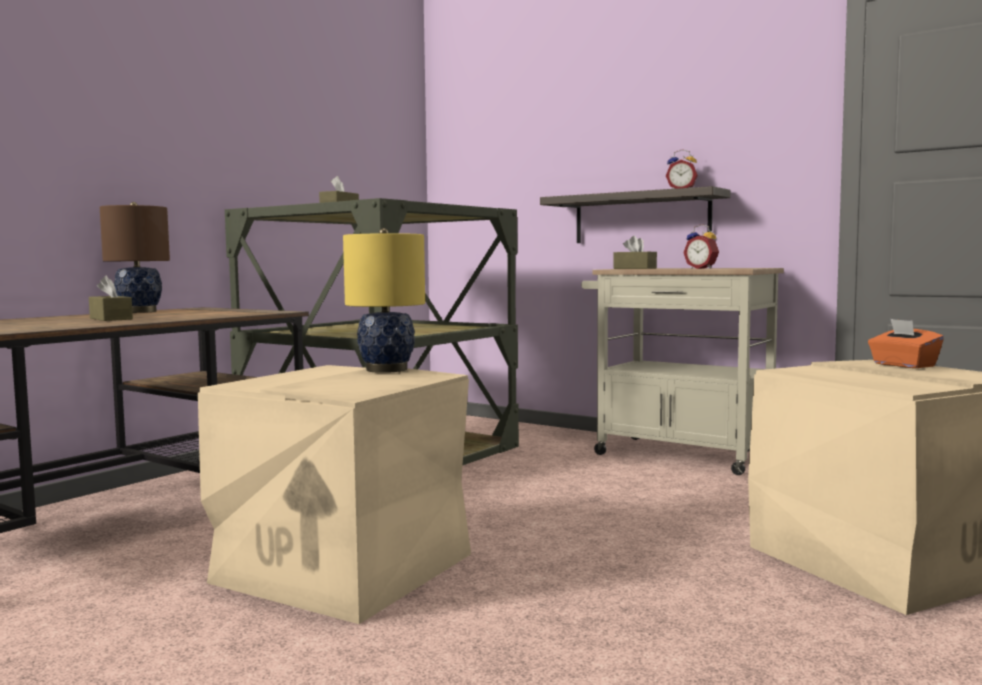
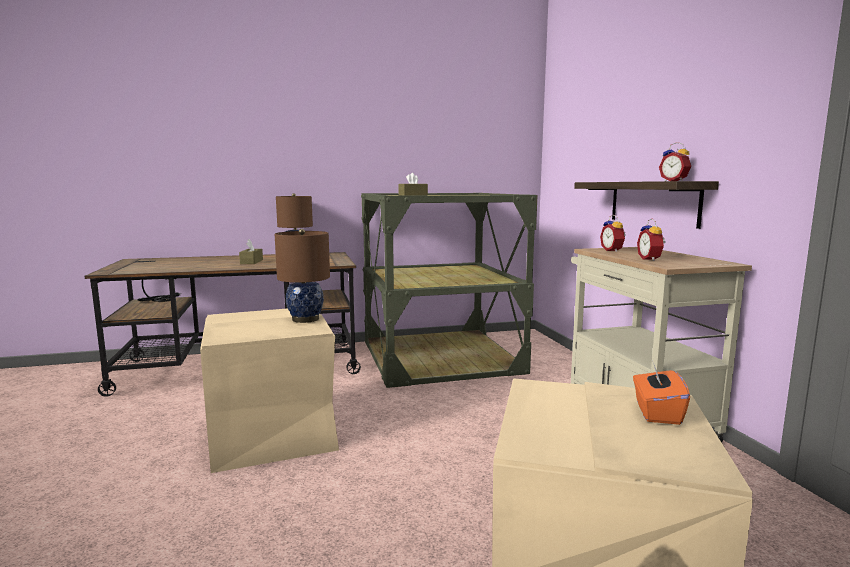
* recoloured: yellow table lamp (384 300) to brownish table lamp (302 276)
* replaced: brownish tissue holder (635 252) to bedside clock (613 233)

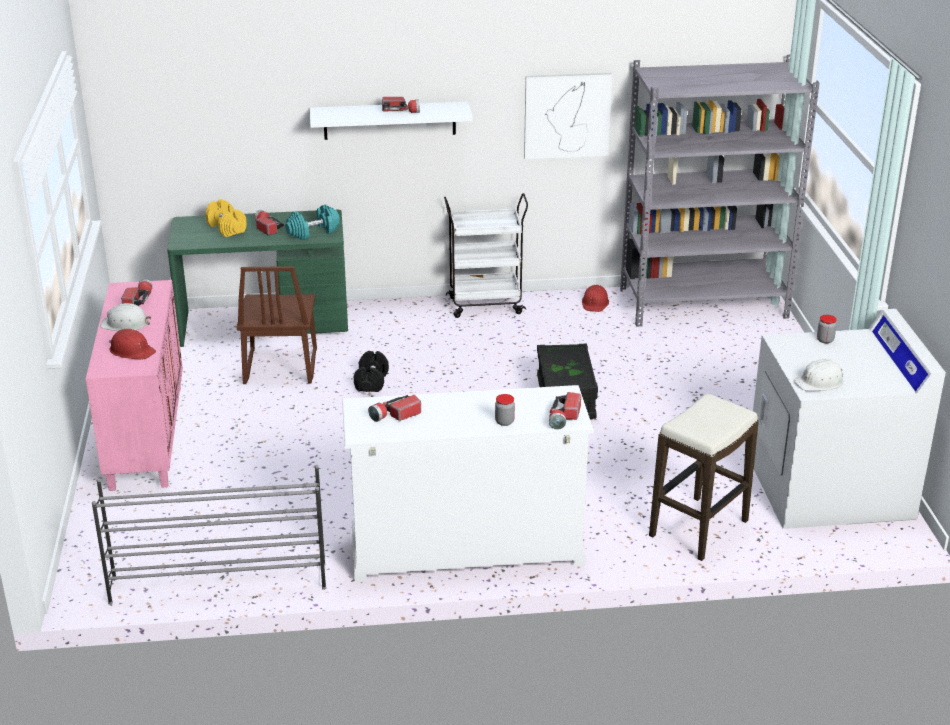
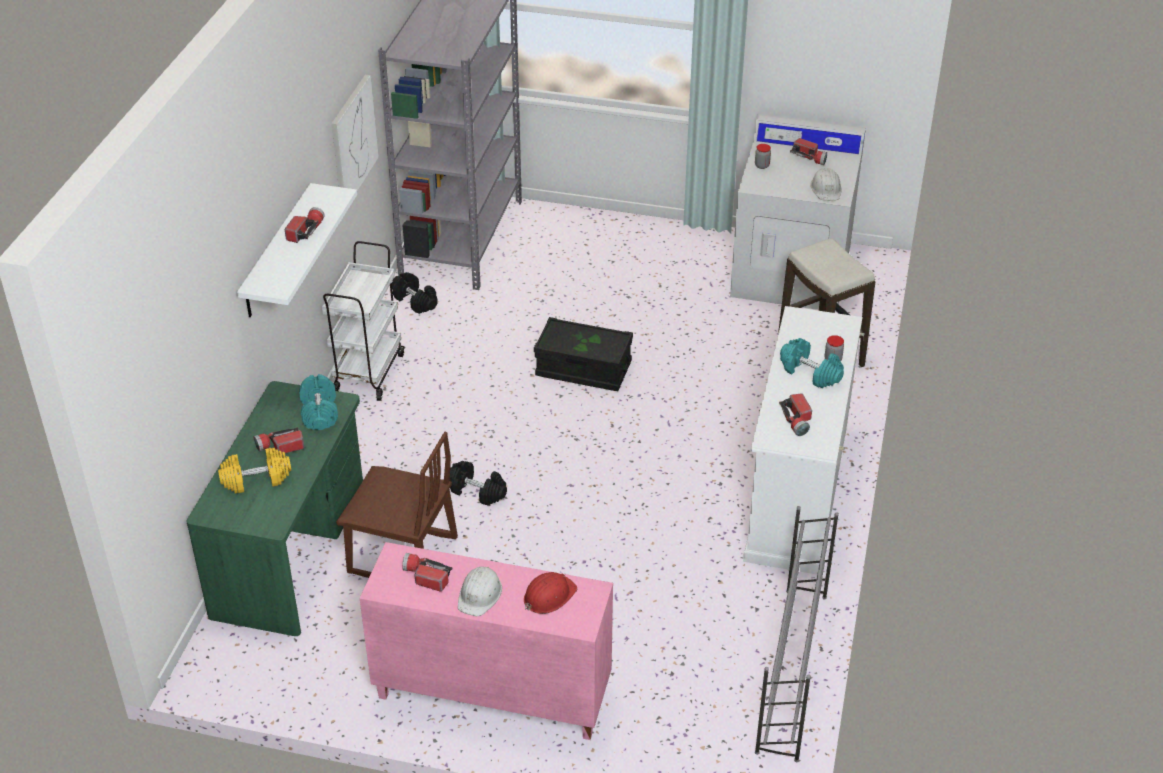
* replaced: red work helmet (595 298) to black free weight (415 293)
* moved: hand torch (565 411) to (808 151)
* added: turquoise free weight (812 363)

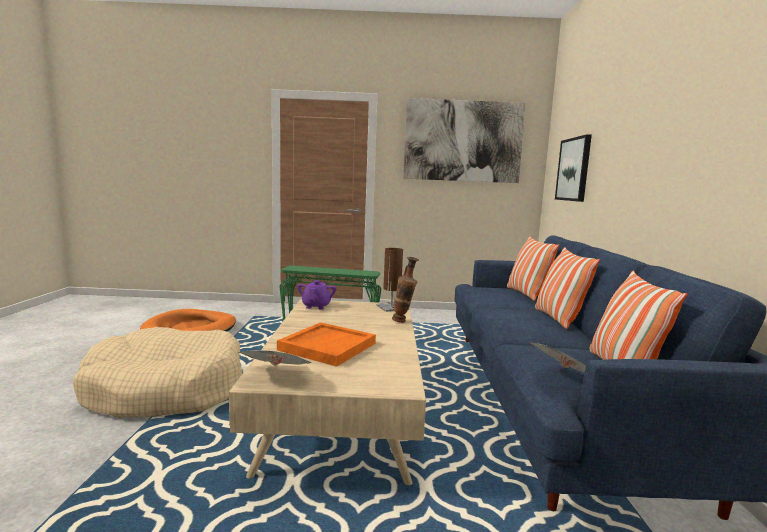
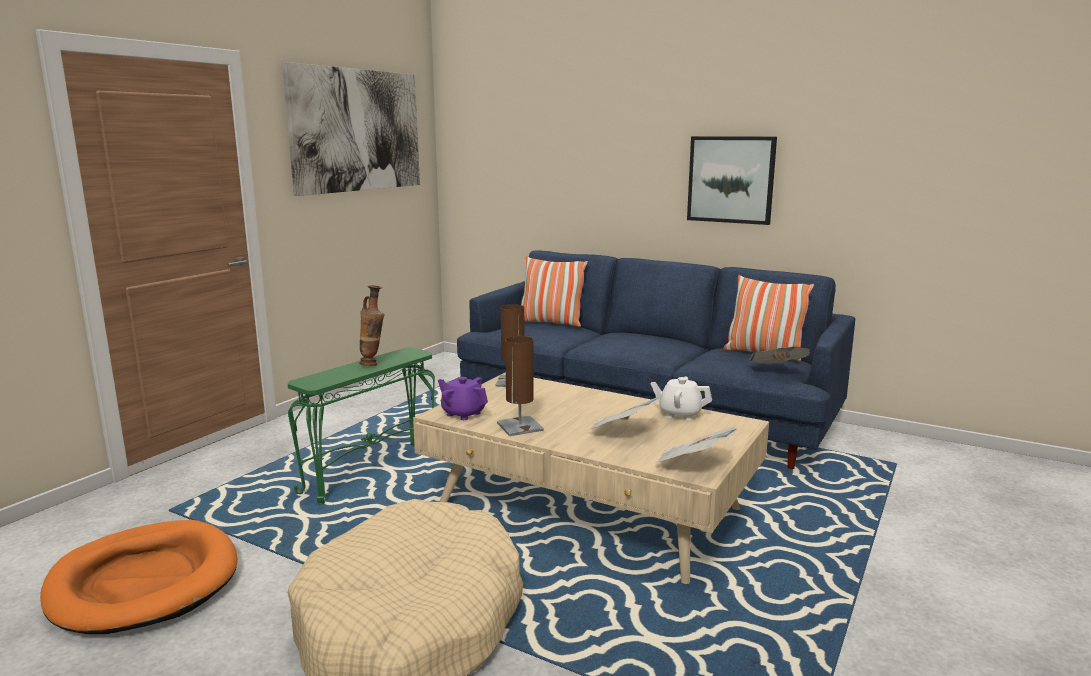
* moved: wall picture (573 168) to (732 180)
* removed: throw pillow (567 288)
* moved: decorative vase (405 290) to (372 325)
* replaced: orangey carrying tray (326 344) to newspaper (624 413)
* added: brownish table lamp (520 386)
* added: whitish pot for tea (681 398)

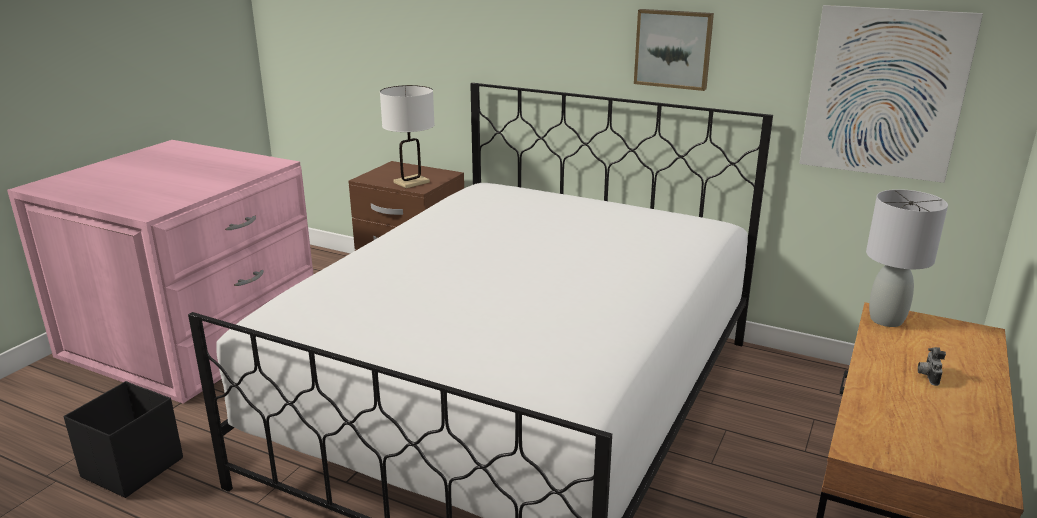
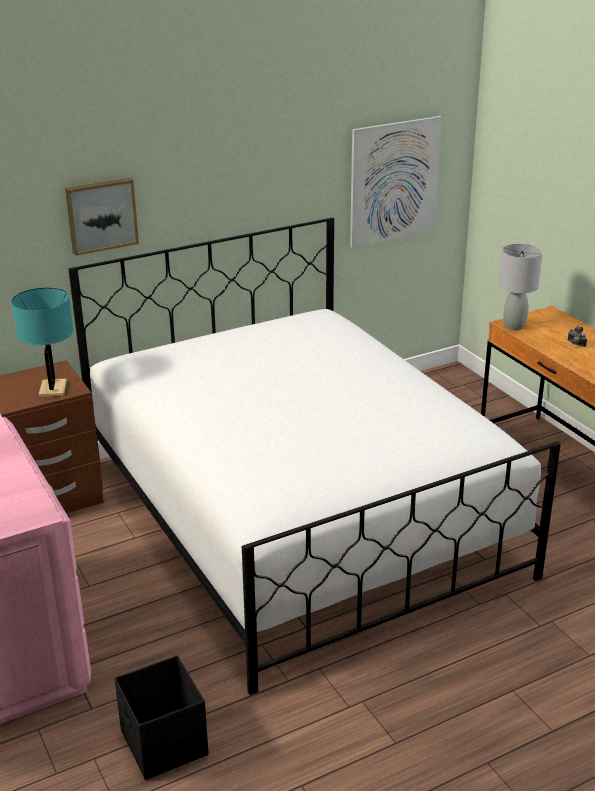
* moved: wall picture (674 50) to (102 217)
* recoloured: whitish table lamp (407 136) to turquoise table lamp (42 342)

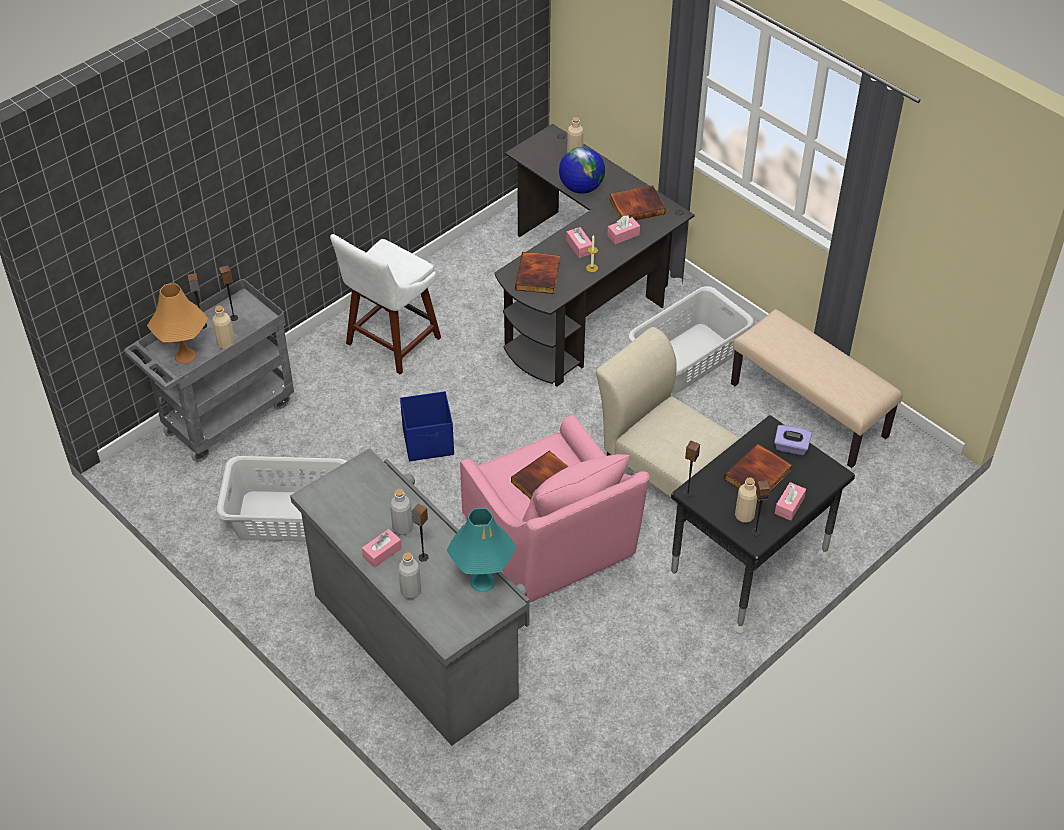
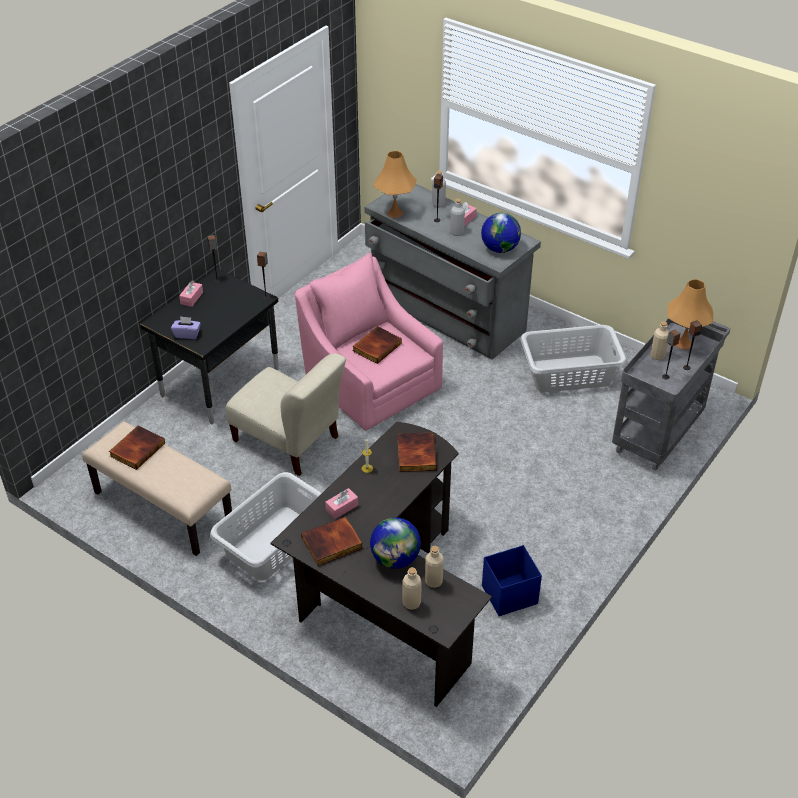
* removed: pink-coloured tissue holder (579 242)
* removed: whitish upright chair (385 304)
* moved: blue-coloured storage container (427 426) to (512 580)
* moved: book (758 472) to (137 448)
* moved: beige-coloured beverage bottle (746 500) to (434 567)
* recoloured: turquoise table lamp (481 550) to orangey table lamp (395 184)
* added: globe (501 233)

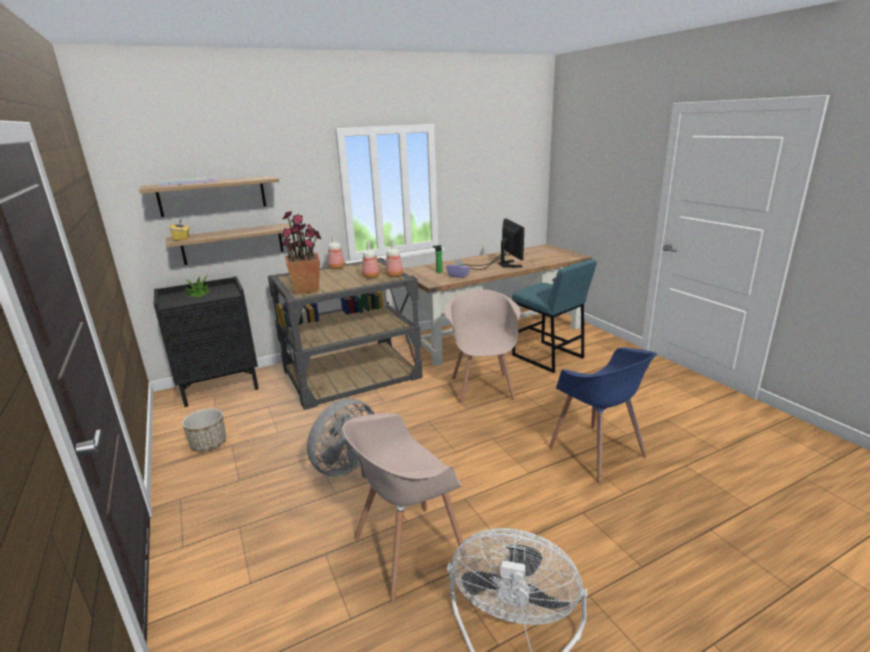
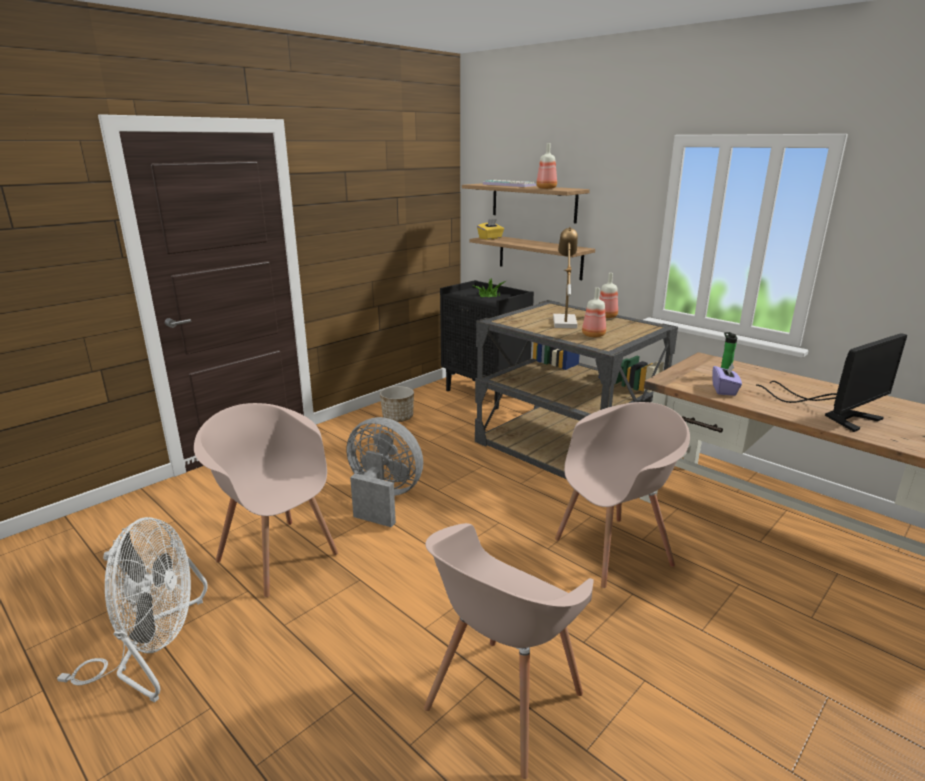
* removed: houseplant (301 252)
* moved: beverage bottle (394 258) to (546 166)
* removed: blue-coloured stool seat (554 316)
* recoloured: blue-coloured upright chair (603 415) to beige-coloured upright chair (509 651)
* added: table lamp (565 278)

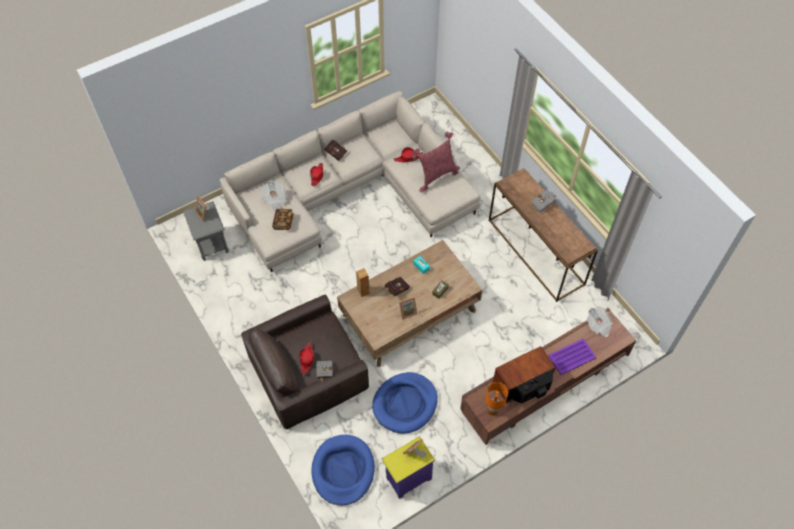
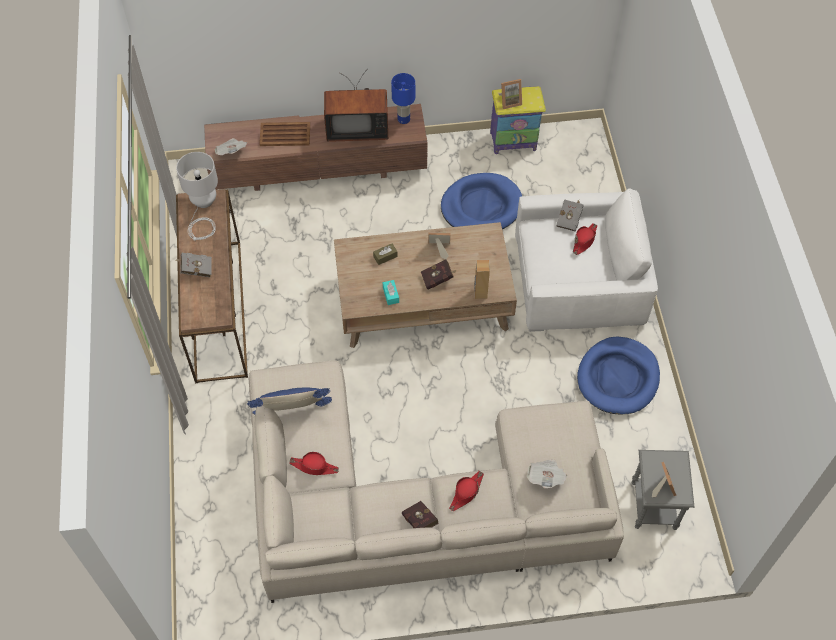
* recoloured: red throw pillow (436 162) to blue-coloured throw pillow (289 401)
* removed: book (283 219)
* recoloured: brownish armchair (305 361) to whitish armchair (586 260)
* recoloured: purplish carrying tray (572 356) to brownish carrying tray (284 134)
* recoloured: orangey table lamp (496 399) to blue-coloured table lamp (403 98)
* moved: blue-coloured dog cushion (343 470) to (618 375)
* added: gray table lamp (197 196)

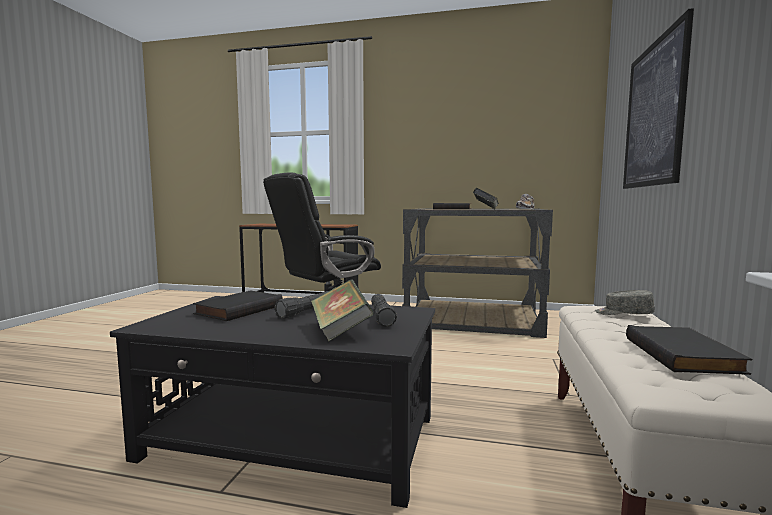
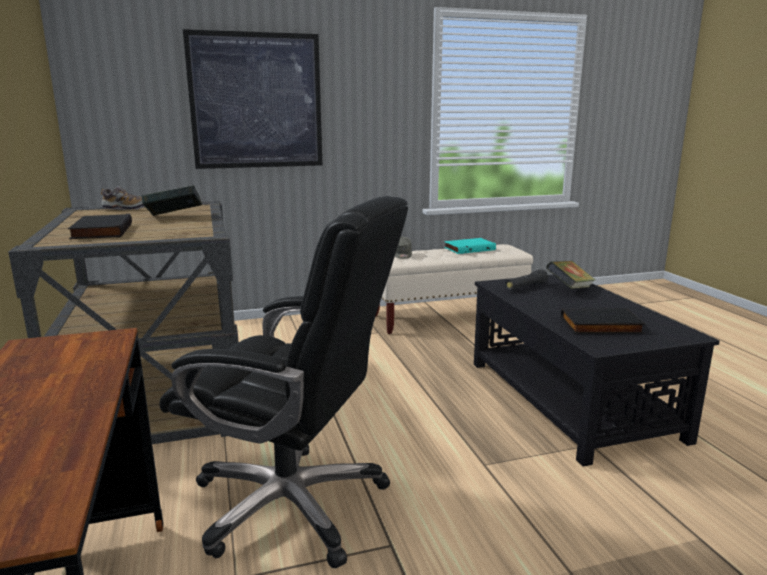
* removed: black hand torch (301 305)
* recoloured: black book (689 350) to turquoise book (470 246)

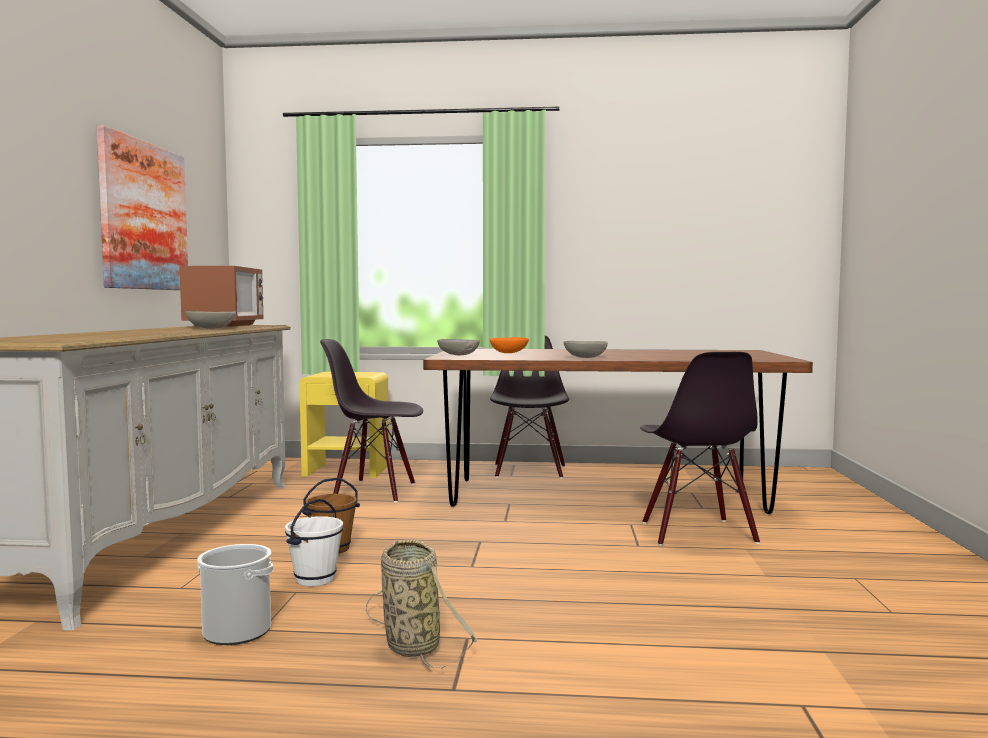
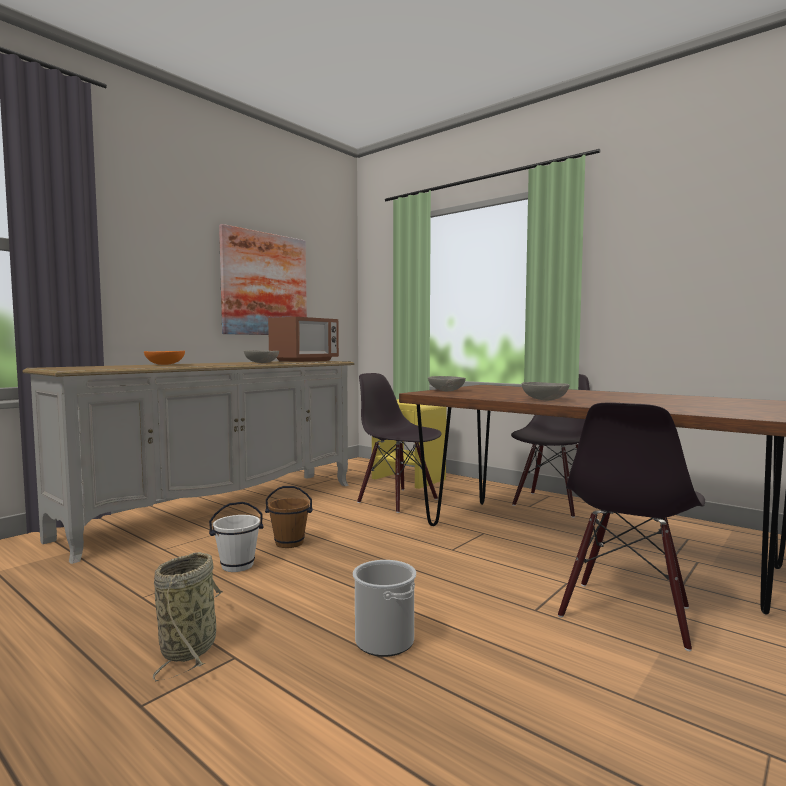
* moved: orangey serving bowl (509 345) to (164 358)
* moved: bucket (235 594) to (384 608)

